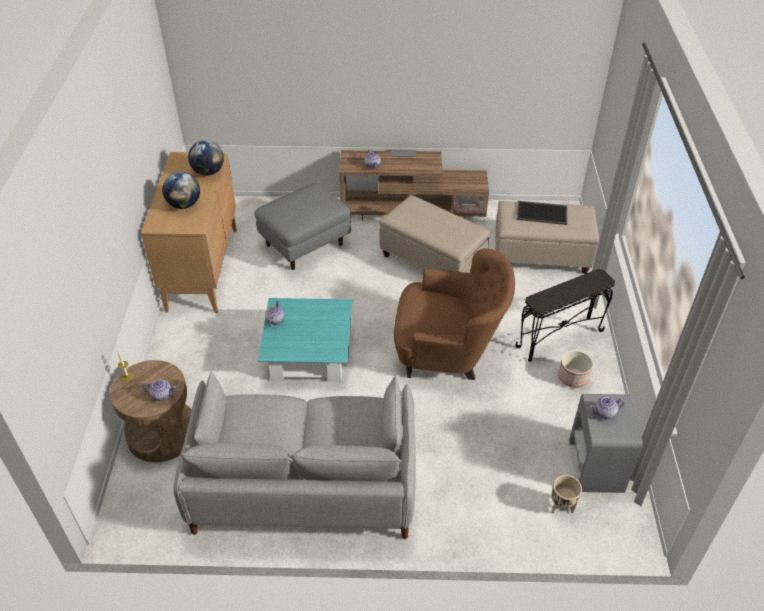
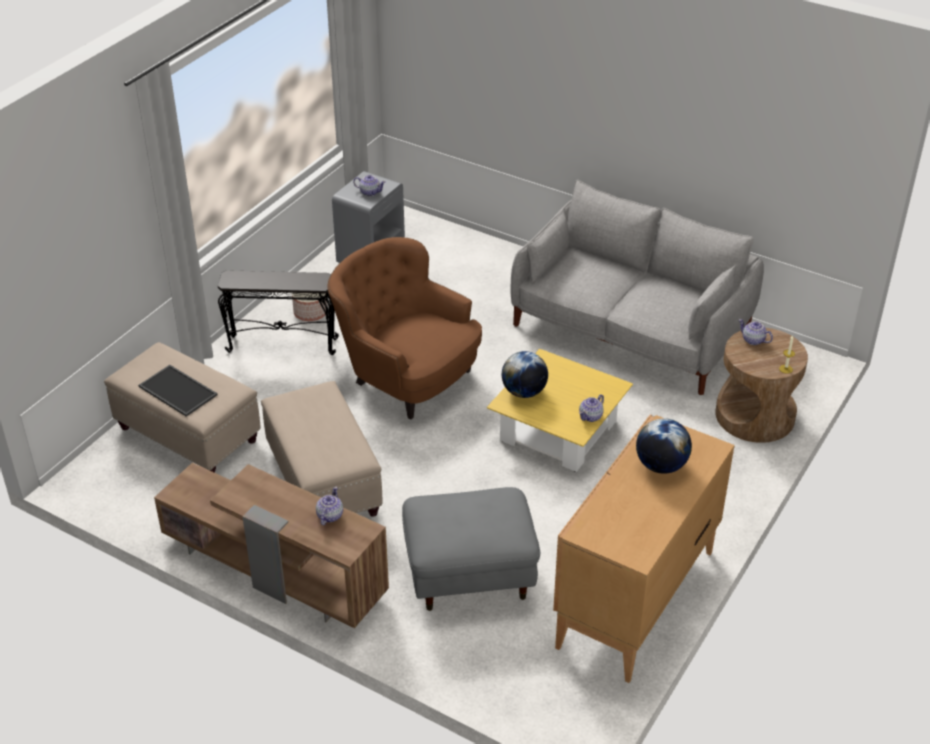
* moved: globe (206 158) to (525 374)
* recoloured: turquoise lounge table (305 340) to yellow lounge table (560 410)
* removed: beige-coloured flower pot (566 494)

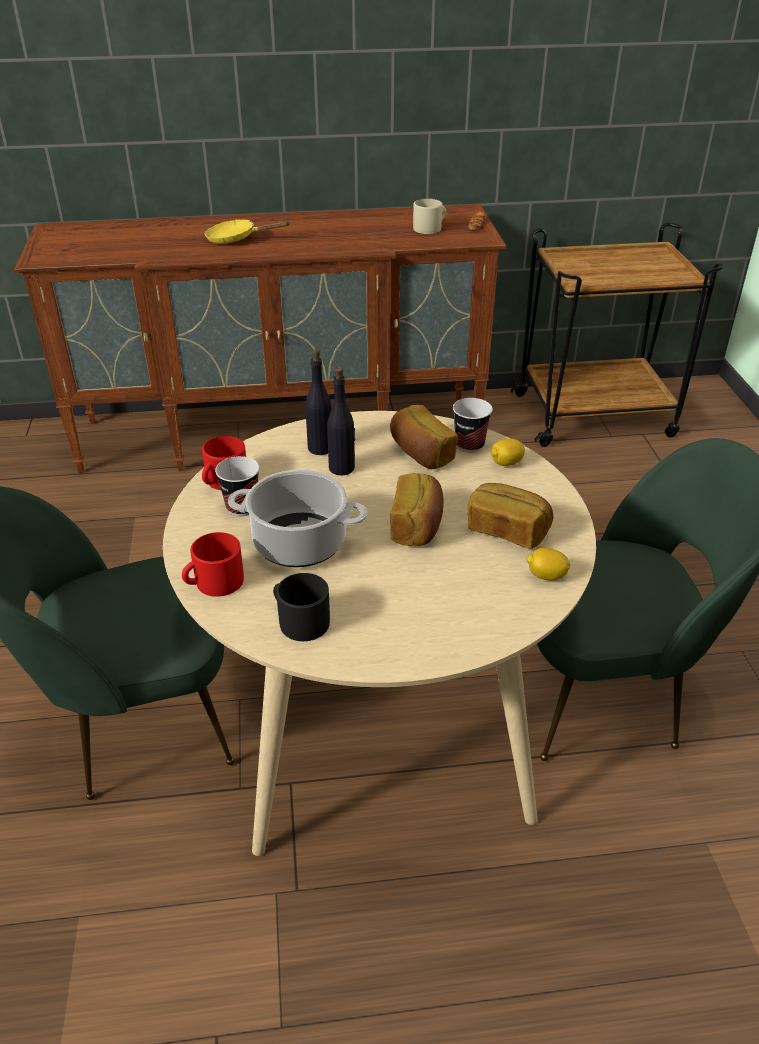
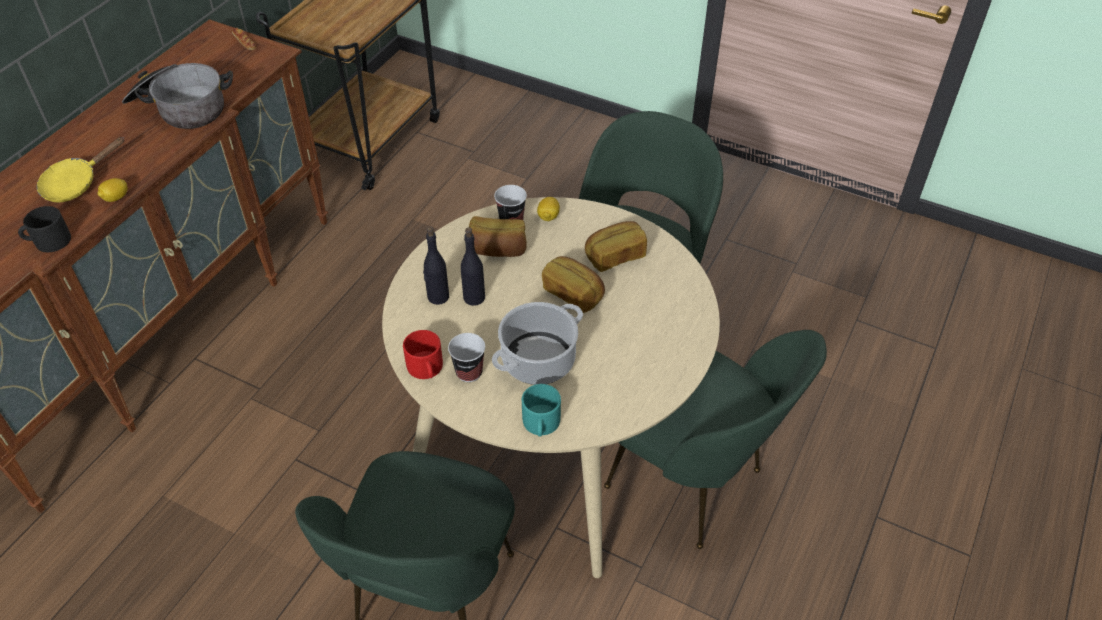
* removed: beige-coloured coffee mug (429 216)
* recoloured: red coffee mug (213 564) to turquoise coffee mug (541 410)
* moved: whole lemon (549 564) to (112 190)
* moved: black coffee mug (301 607) to (44 229)
* added: stockpot (177 96)
* added: greenish upright chair (715 439)

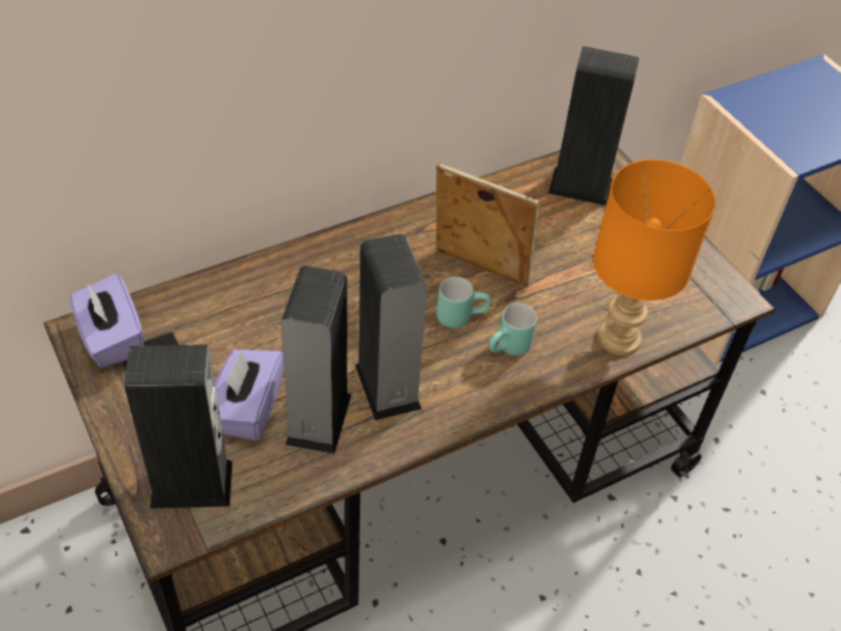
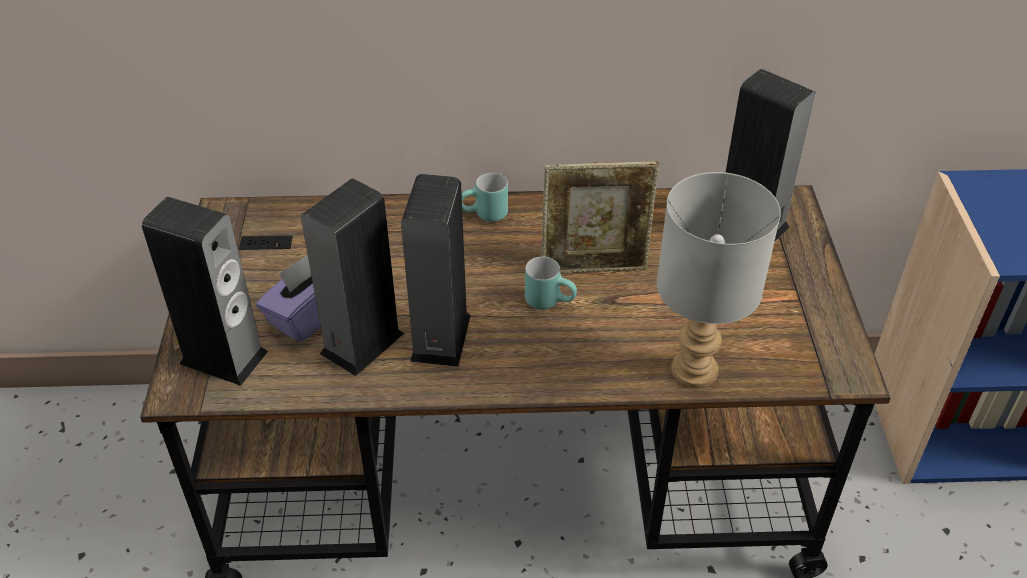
* recoloured: orangey table lamp (654 257) to gray table lamp (719 280)
* turned: picture frame (487 225) = (600 217) 120 degrees clockwise
* removed: purplish tissue holder (107 320)
* moved: turquoise coffee mug (513 329) to (485 197)

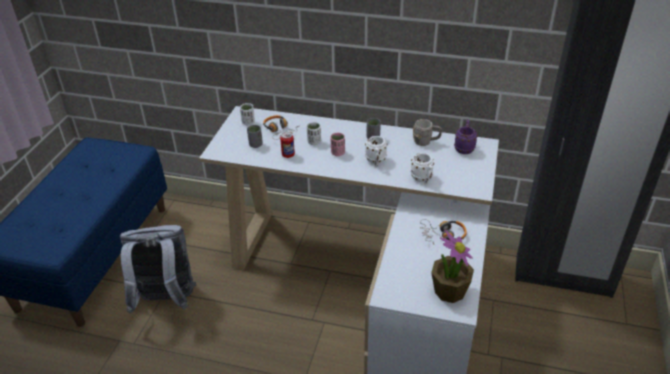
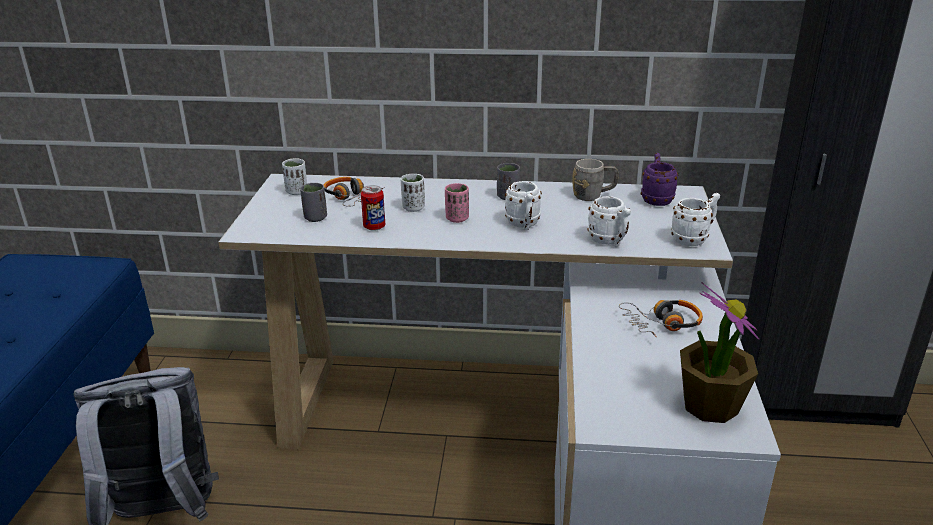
* added: whitish coffee mug (695 219)

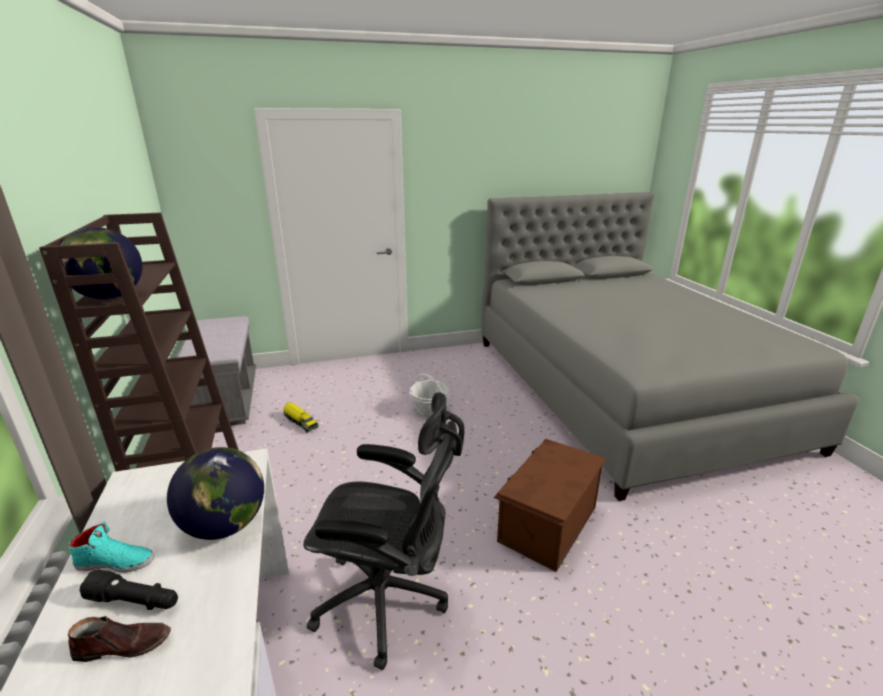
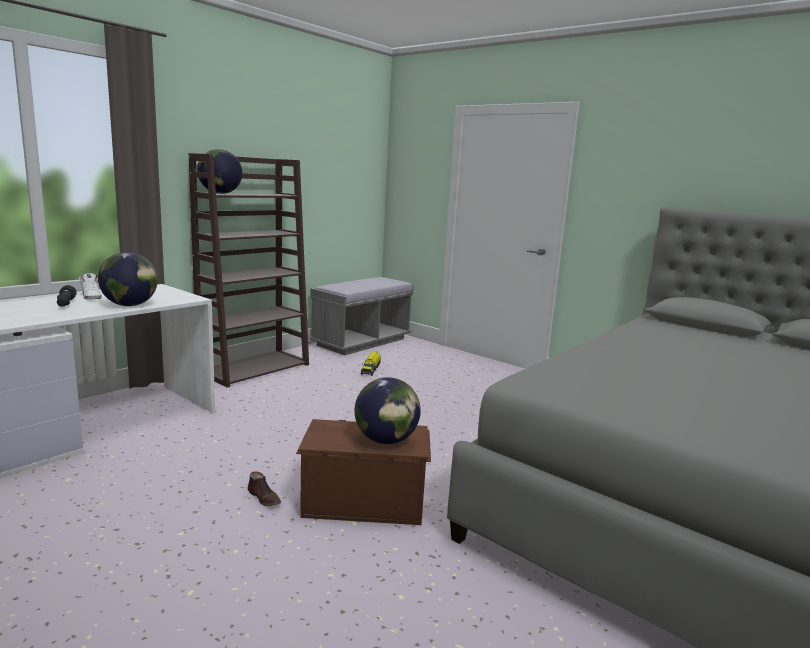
* removed: storage basket (429 394)
* removed: desk chair (384 531)
* recoloured: turquoise shoe (111 547) to whitish shoe (90 286)
* moved: brownish shoe (119 639) to (264 488)
* added: globe (388 410)

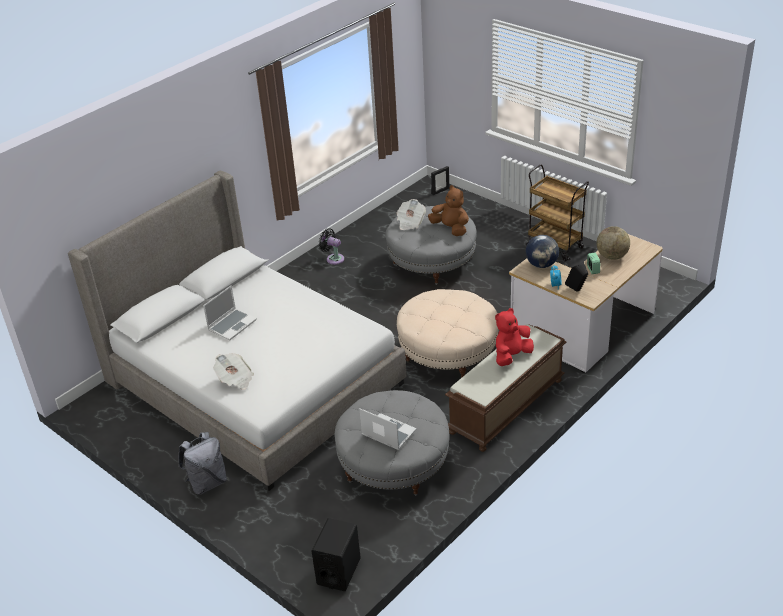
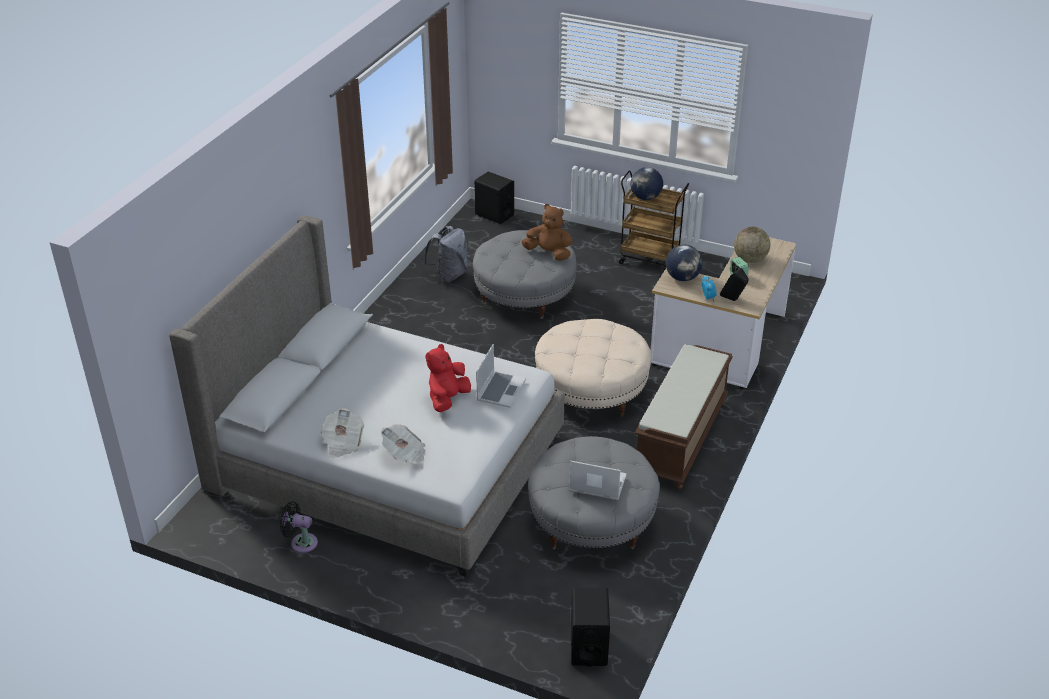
* replaced: picture frame (440 180) to black loudspeaker (494 198)
* moved: newspaper (411 214) to (342 433)
* moved: black electric fan (331 246) to (299 527)
* moved: notebook computer (230 312) to (501 376)
* moved: red plush toy (514 337) to (448 378)
* moved: gray backpack (202 463) to (445 254)
* added: globe (646 183)

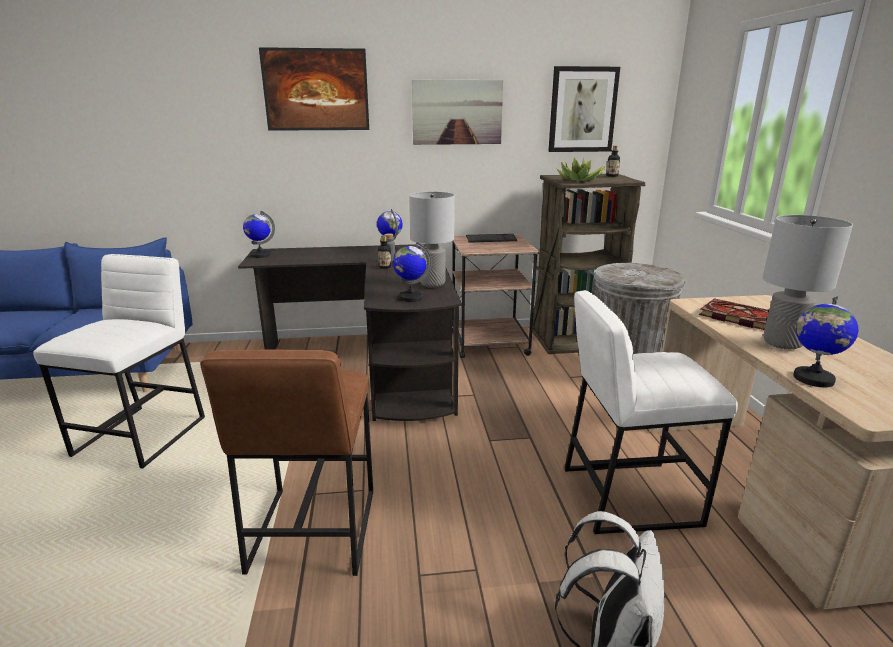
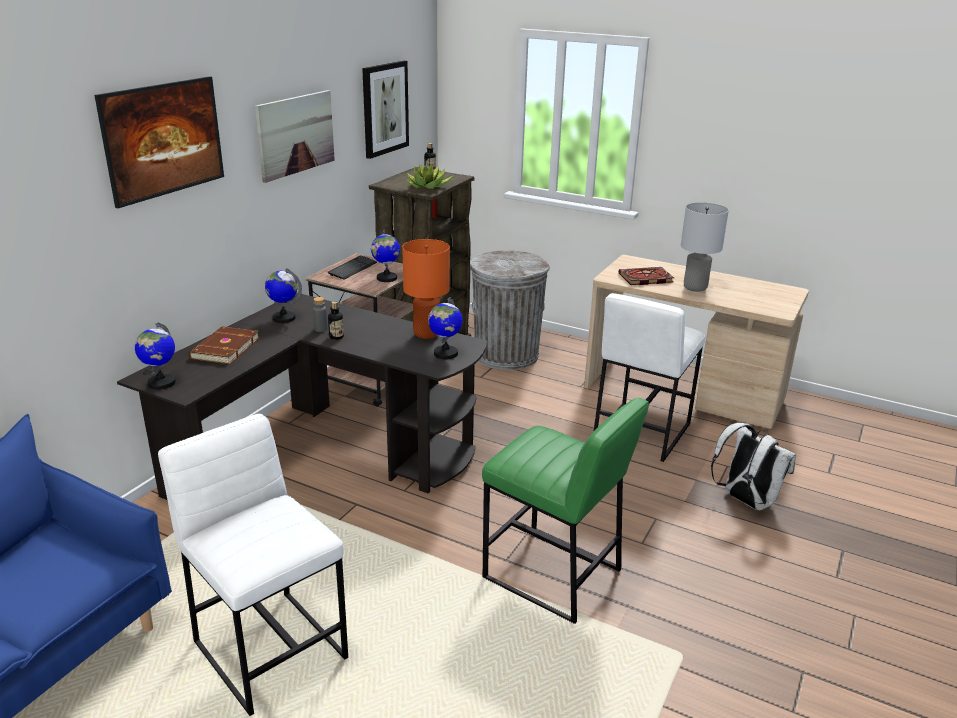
* recoloured: gray table lamp (432 240) to orangey table lamp (426 289)
* moved: globe (826 341) to (385 255)
* recoloured: brownish upright chair (286 462) to greenish upright chair (565 511)
* added: brownish book (224 345)

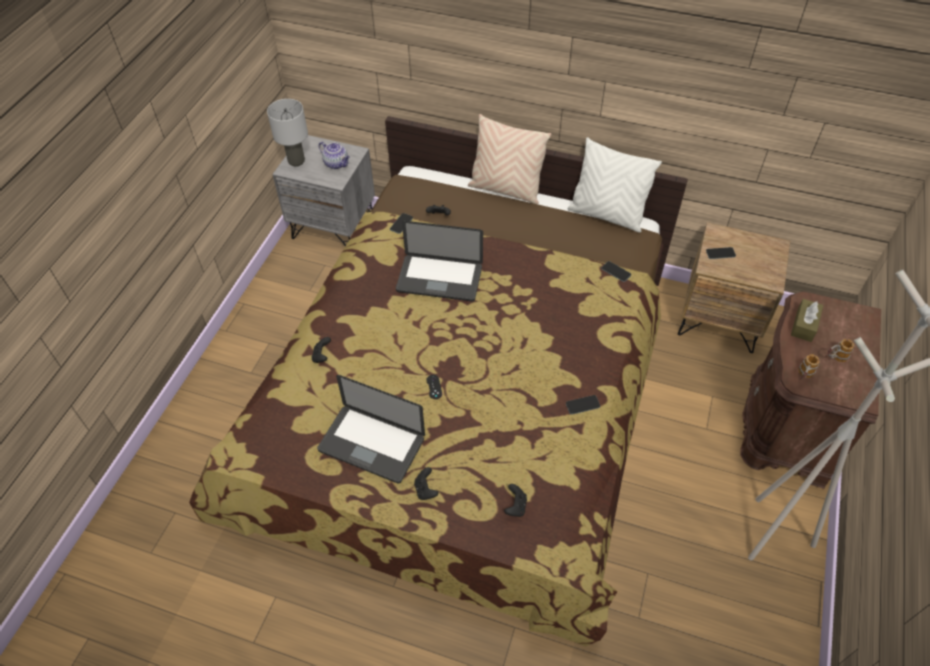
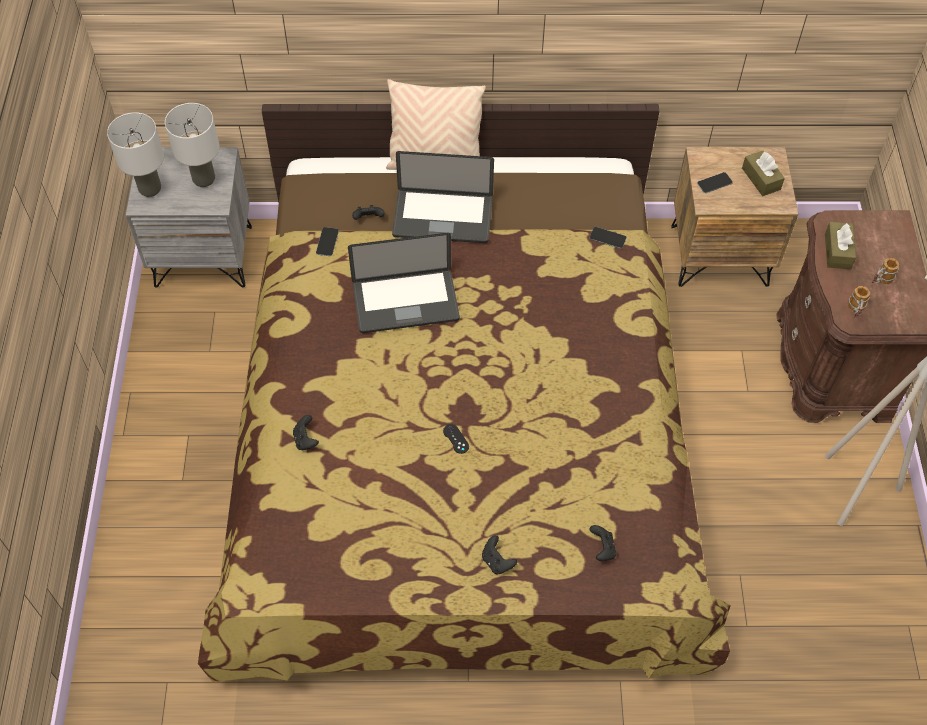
* removed: whitish throw pillow (614 185)
* replaced: pot for tea (334 155) to whitish table lamp (192 145)
* moved: notebook computer (371 429) to (443 197)
* removed: telephone (583 405)
* added: brownish tissue holder (763 173)

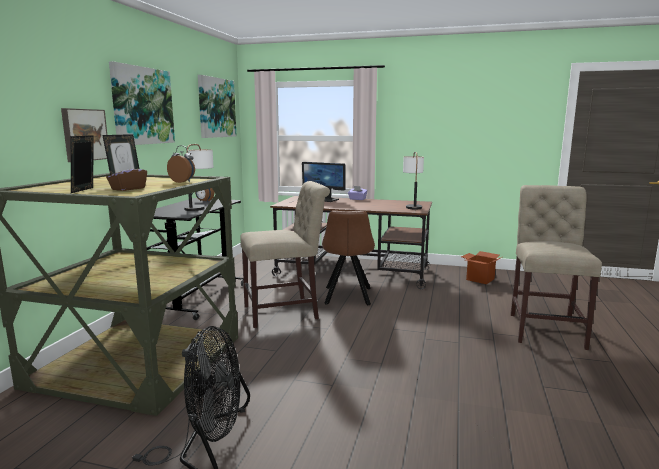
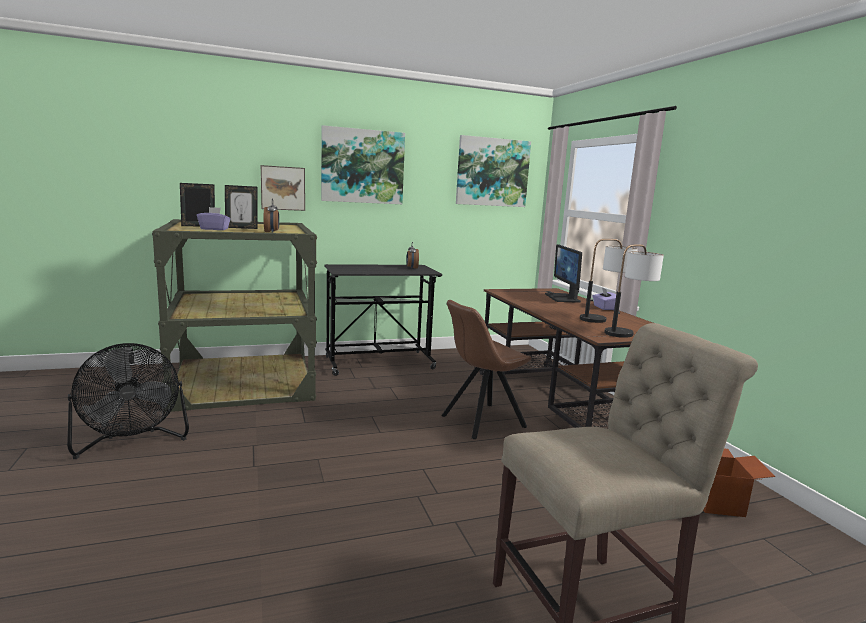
* moved: table lamp (199 177) to (609 281)
* recoloured: brownish tissue holder (126 176) to purplish tissue holder (214 218)
* removed: beige-coloured upright chair (285 254)

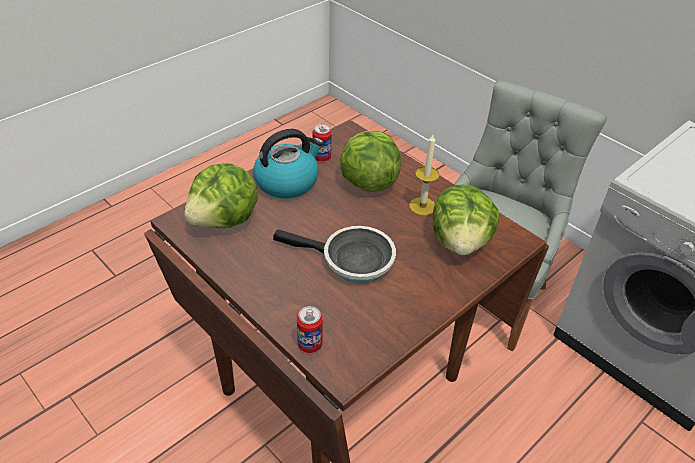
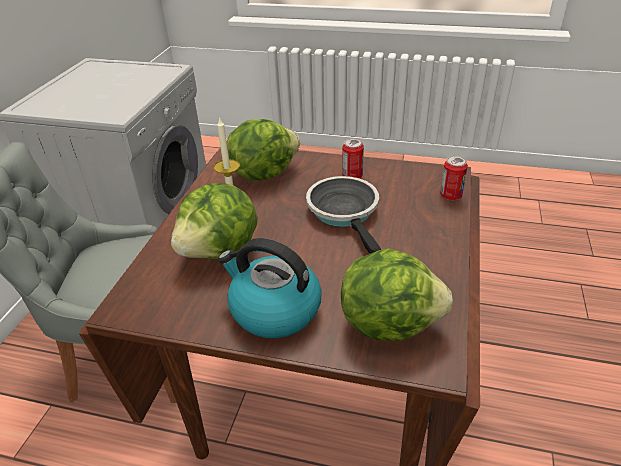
* moved: metal can (322 143) to (353 158)

